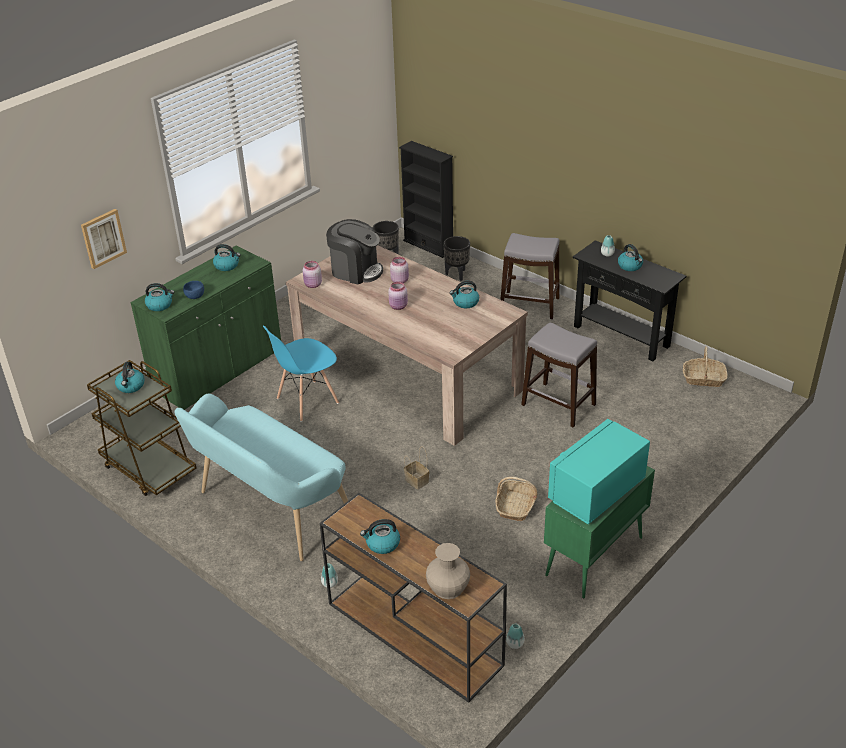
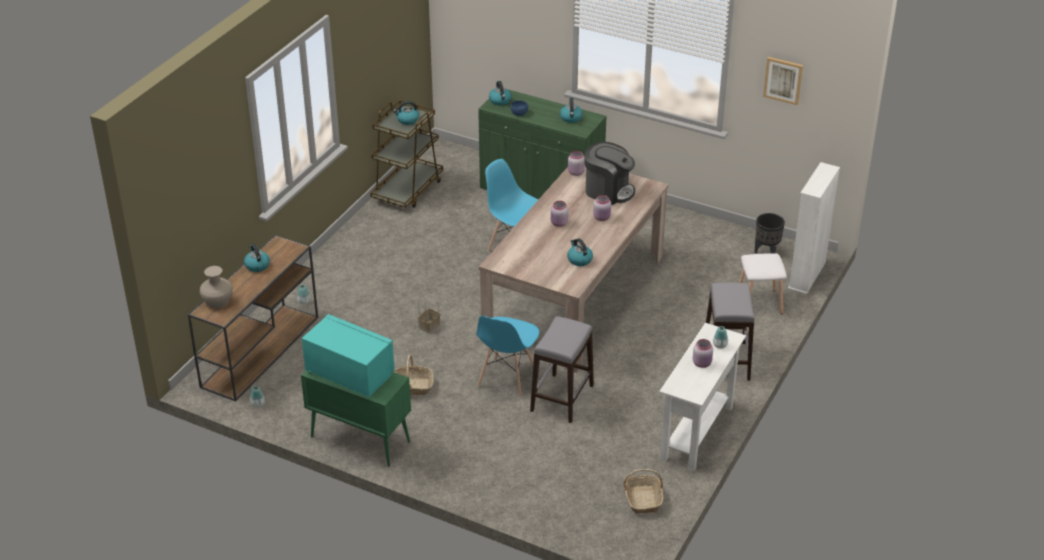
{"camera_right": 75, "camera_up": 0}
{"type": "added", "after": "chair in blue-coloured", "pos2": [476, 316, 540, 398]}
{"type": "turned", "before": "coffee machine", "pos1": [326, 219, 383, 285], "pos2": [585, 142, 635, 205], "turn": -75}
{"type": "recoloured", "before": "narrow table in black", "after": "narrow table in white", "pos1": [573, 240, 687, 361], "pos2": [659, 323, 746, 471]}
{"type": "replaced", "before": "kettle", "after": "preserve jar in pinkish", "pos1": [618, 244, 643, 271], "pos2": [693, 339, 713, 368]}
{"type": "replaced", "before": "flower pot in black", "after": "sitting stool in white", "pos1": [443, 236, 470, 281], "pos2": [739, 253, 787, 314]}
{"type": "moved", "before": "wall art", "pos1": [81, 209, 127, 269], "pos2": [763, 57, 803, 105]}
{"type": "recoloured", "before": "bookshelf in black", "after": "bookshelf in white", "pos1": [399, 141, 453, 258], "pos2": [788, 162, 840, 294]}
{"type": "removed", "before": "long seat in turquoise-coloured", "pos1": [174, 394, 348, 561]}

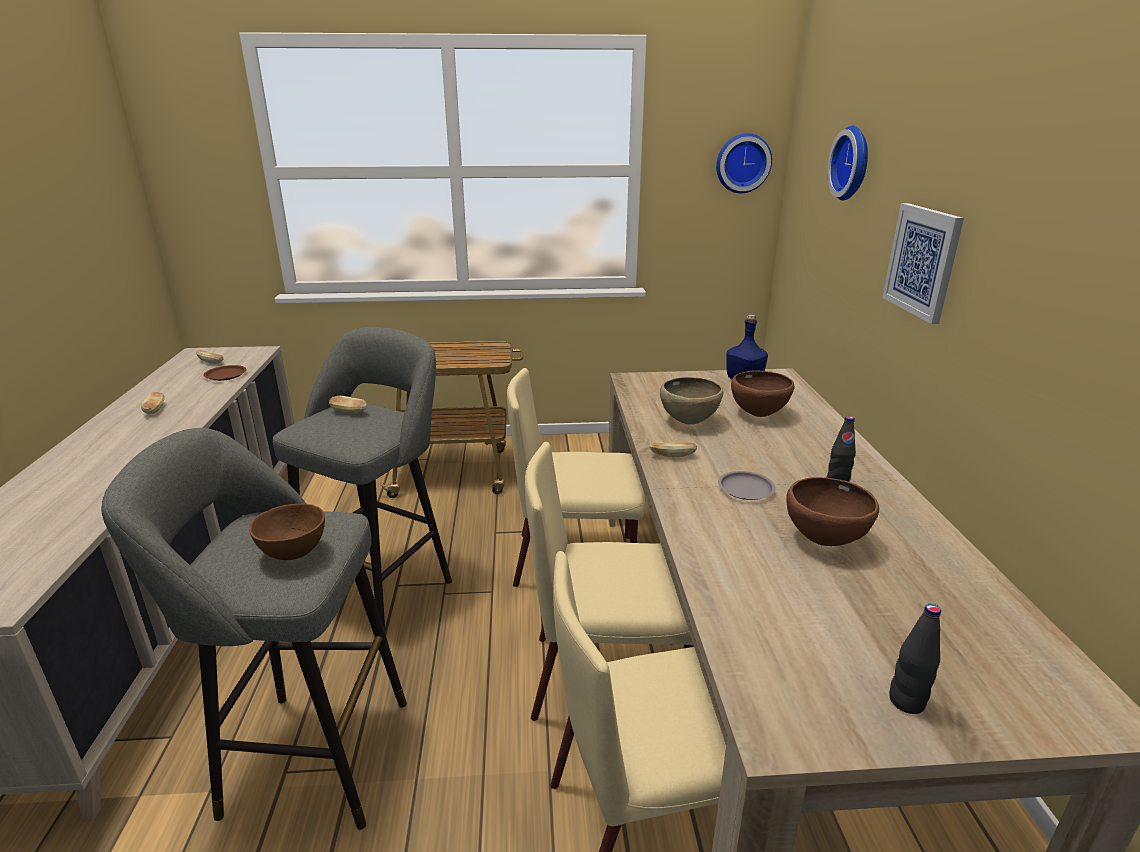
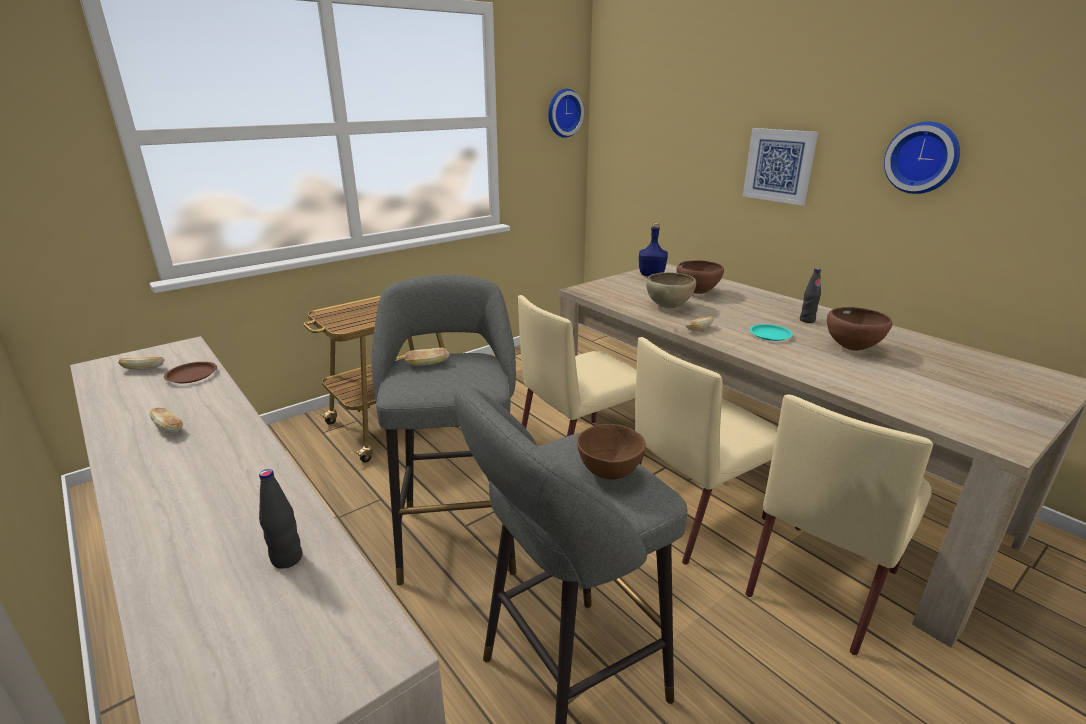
{"camera_right": -35, "camera_up": 0}
{"type": "moved", "before": "bottle in black", "pos1": [889, 604, 941, 714], "pos2": [259, 469, 302, 569]}
{"type": "recoloured", "before": "dinner plate in greyish", "after": "dinner plate in turquoise-coloured", "pos1": [718, 471, 776, 500], "pos2": [750, 324, 793, 341]}
{"type": "moved", "before": "clock on the wall", "pos1": [827, 126, 868, 201], "pos2": [884, 122, 960, 194]}

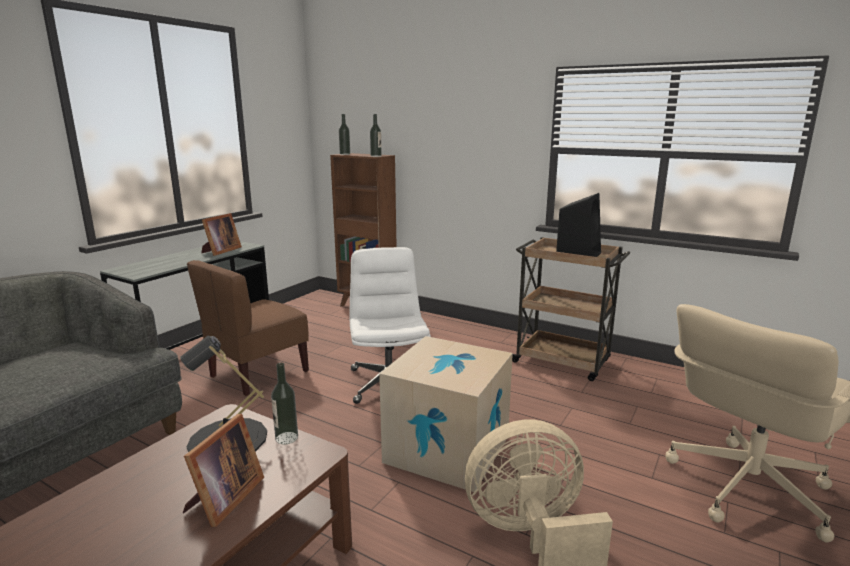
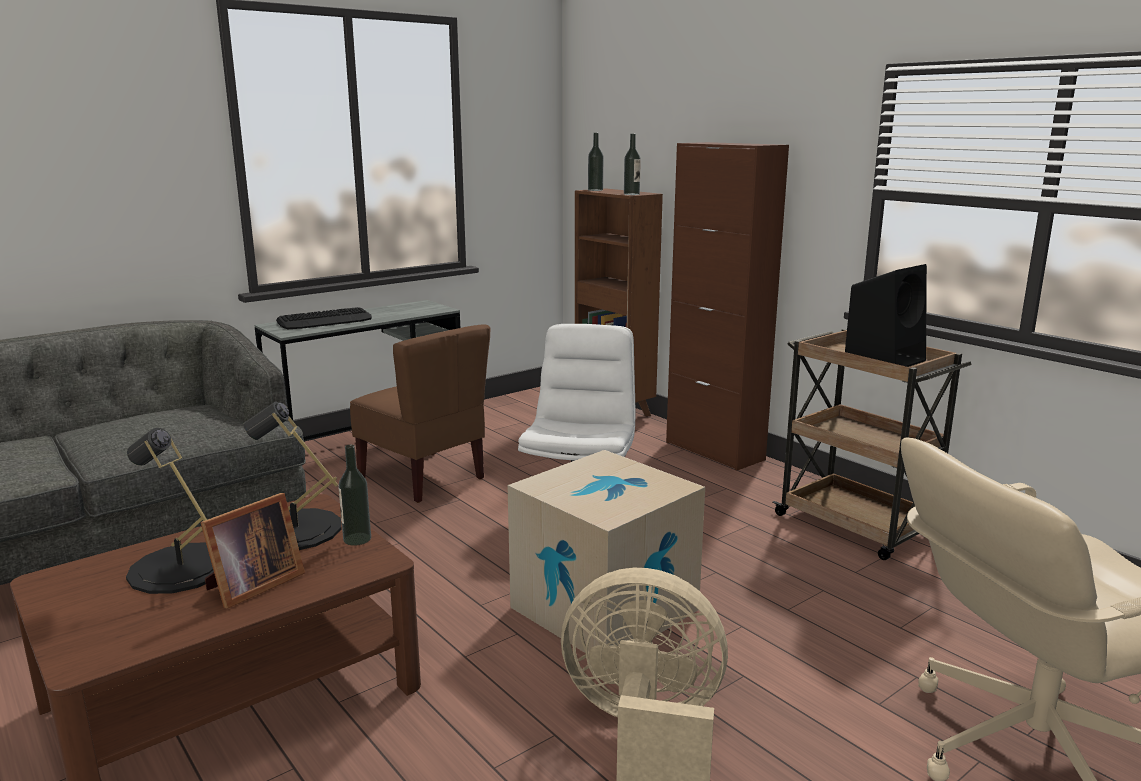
{"camera_right": 20, "camera_up": 0}
{"type": "added", "after": "lamp for a table in black", "pos2": [126, 428, 214, 594]}
{"type": "added", "after": "computer keyboard", "pos2": [276, 307, 372, 329]}
{"type": "turned", "before": "chair in brown", "pos1": [187, 260, 309, 396], "pos2": [350, 324, 491, 503], "turn": -105}
{"type": "added", "after": "cupboard in brown", "pos2": [666, 142, 789, 471]}
{"type": "removed", "before": "photo frame", "pos1": [202, 213, 242, 256]}

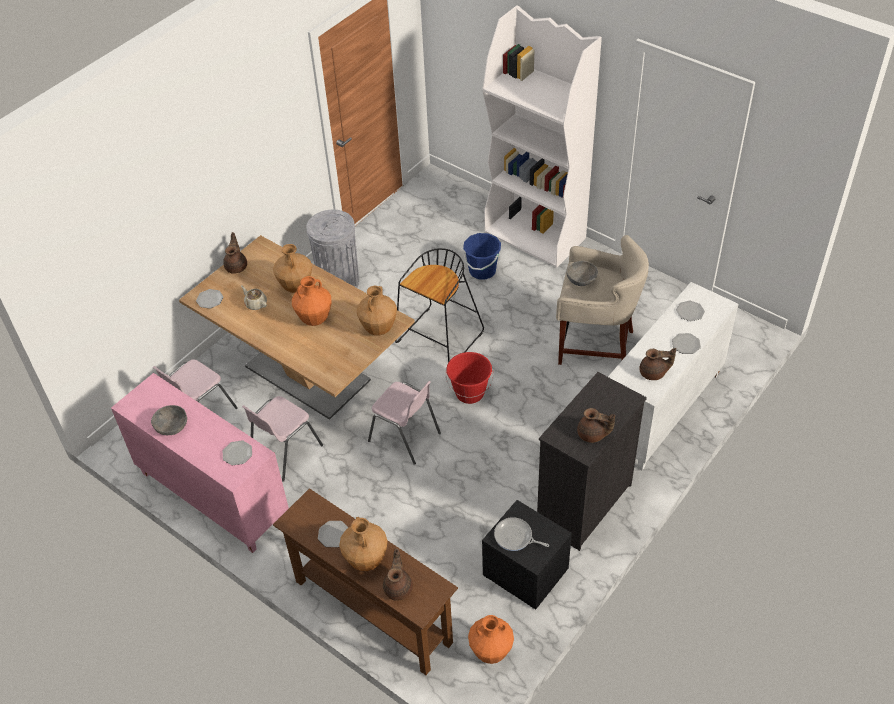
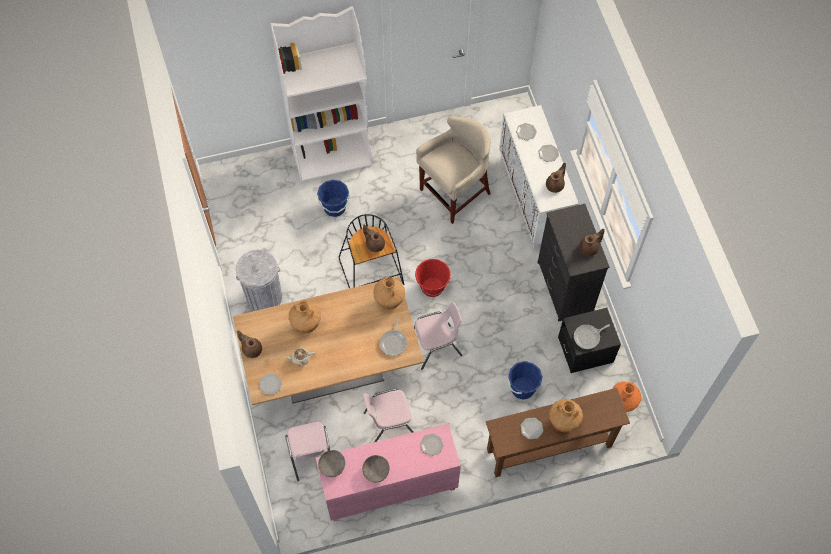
{"camera_right": -55, "camera_up": 15}
{"type": "moved", "before": "serving bowl in greyish", "pos1": [566, 261, 598, 286], "pos2": [318, 450, 345, 477]}
{"type": "moved", "before": "pot for tea in brown", "pos1": [383, 548, 413, 601], "pos2": [363, 225, 385, 252]}
{"type": "turned", "before": "chair in pinkish", "pos1": [242, 396, 323, 482], "pos2": [363, 389, 413, 442], "turn": 90}
{"type": "added", "after": "frying pan", "pos2": [380, 318, 407, 356]}
{"type": "added", "after": "pail in blue-coloured", "pos2": [508, 361, 543, 400]}
{"type": "removed", "before": "vase in orange-coloured", "pos1": [292, 276, 332, 326]}

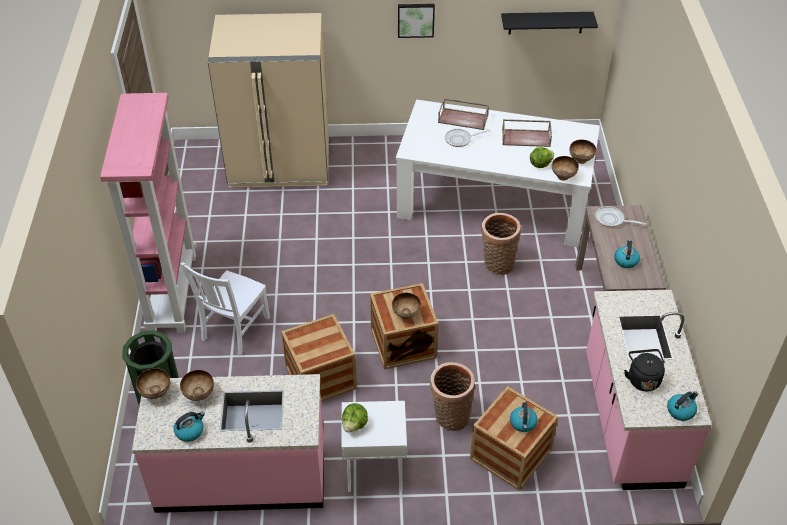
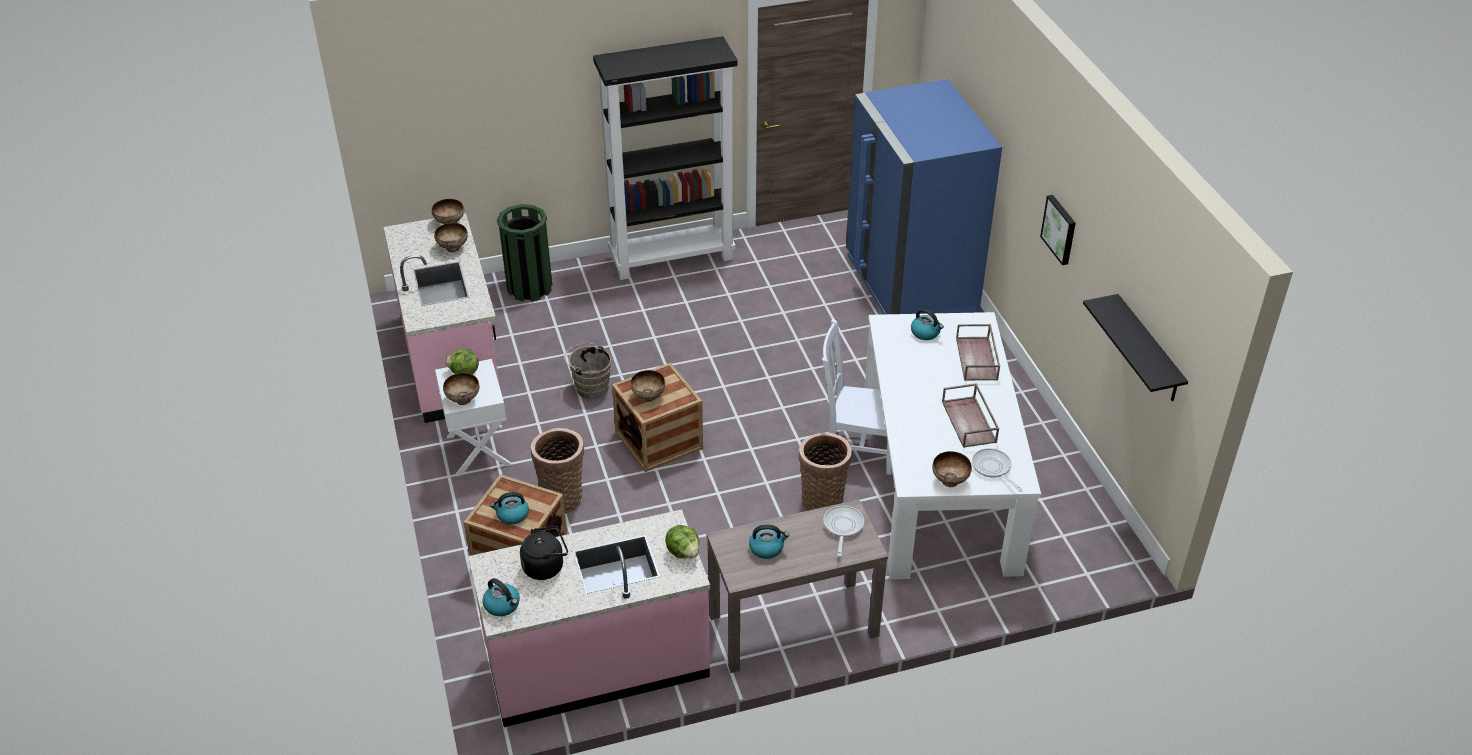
{"camera_right": 75, "camera_up": -5}
{"type": "moved", "before": "serving bowl", "pos1": [552, 156, 579, 181], "pos2": [443, 373, 479, 405]}
{"type": "replaced", "before": "packing crate", "after": "pail in brown", "pos1": [281, 314, 357, 401], "pos2": [564, 343, 611, 399]}
{"type": "recoloured", "before": "bookshelf in pinkish", "after": "bookshelf in black", "pos1": [100, 93, 196, 333], "pos2": [593, 36, 738, 280]}
{"type": "moved", "before": "lettuce", "pos1": [530, 147, 554, 168], "pos2": [665, 525, 699, 559]}
{"type": "moved", "before": "chair in white", "pos1": [180, 262, 270, 356], "pos2": [822, 319, 892, 475]}
{"type": "recoloured", "before": "fridge in beige-coloured", "after": "fridge in blue-coloured", "pos1": [208, 13, 329, 188], "pos2": [846, 79, 1002, 314]}
{"type": "moved", "before": "kettle", "pos1": [174, 411, 205, 442], "pos2": [911, 309, 944, 340]}
{"type": "moved", "before": "frying pan", "pos1": [445, 129, 490, 147], "pos2": [972, 448, 1023, 492]}

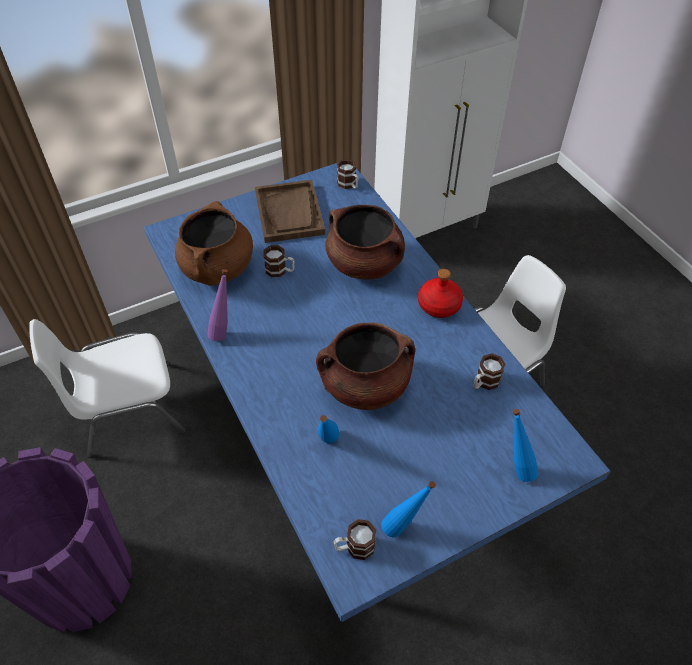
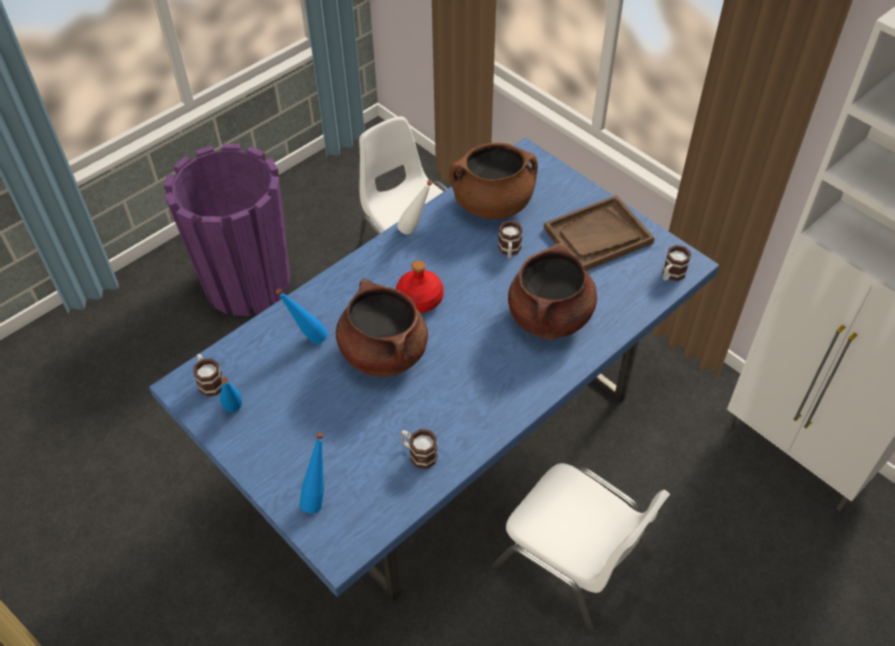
{"camera_right": 75, "camera_up": 0}
{"type": "moved", "before": "bottle in red-coloured", "pos1": [418, 269, 463, 318], "pos2": [396, 260, 444, 313]}
{"type": "recoloured", "before": "bottle in purple", "after": "bottle in white", "pos1": [207, 269, 228, 341], "pos2": [397, 180, 433, 234]}

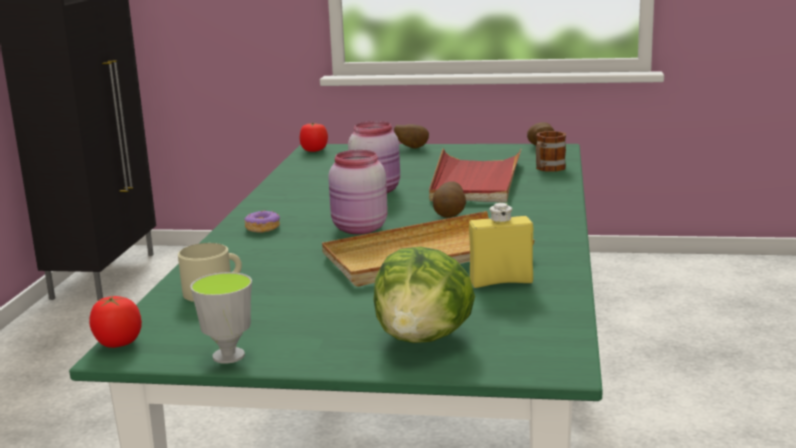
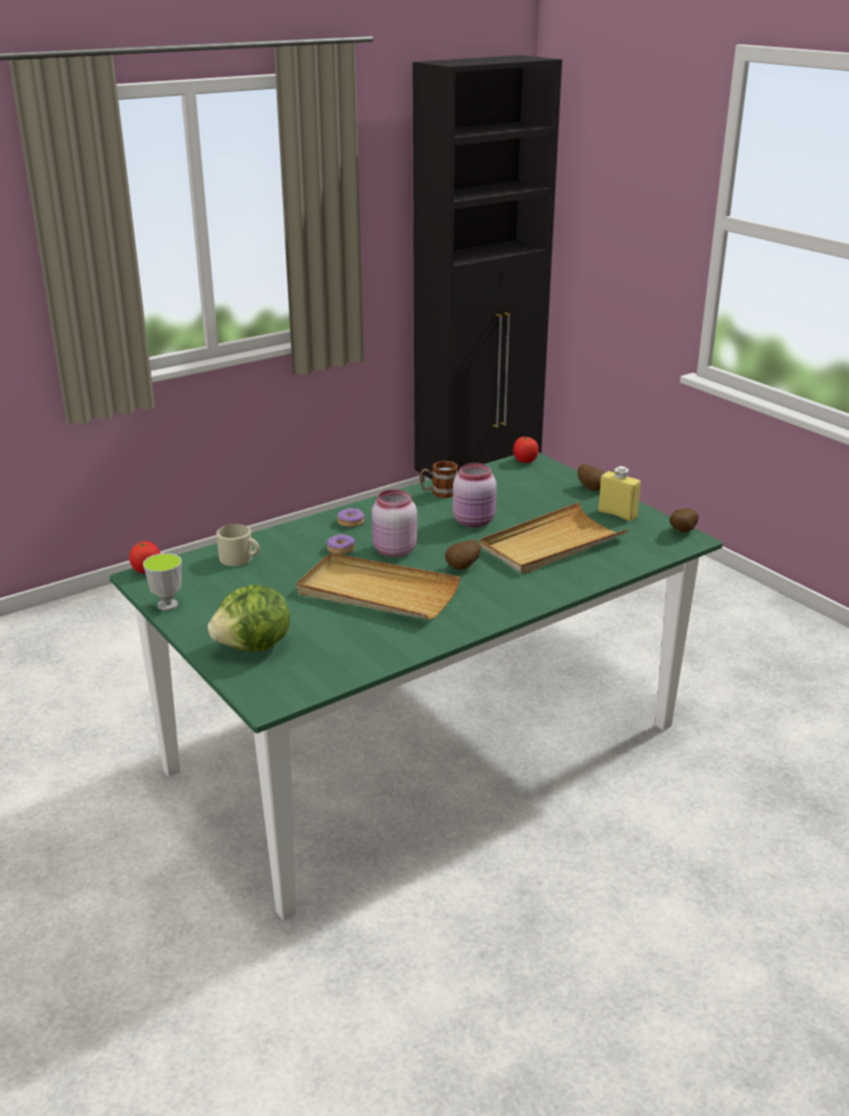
{"camera_right": 45, "camera_up": 10}
{"type": "added", "after": "ring doughnut", "pos2": [327, 534, 355, 555]}
{"type": "moved", "before": "mug", "pos1": [536, 131, 566, 172], "pos2": [420, 461, 458, 498]}
{"type": "recoloured", "before": "tray in red-coloured", "after": "tray in beige-coloured", "pos1": [429, 148, 521, 202], "pos2": [480, 502, 629, 574]}
{"type": "moved", "before": "bottle in yellow", "pos1": [469, 203, 533, 288], "pos2": [598, 466, 641, 522]}

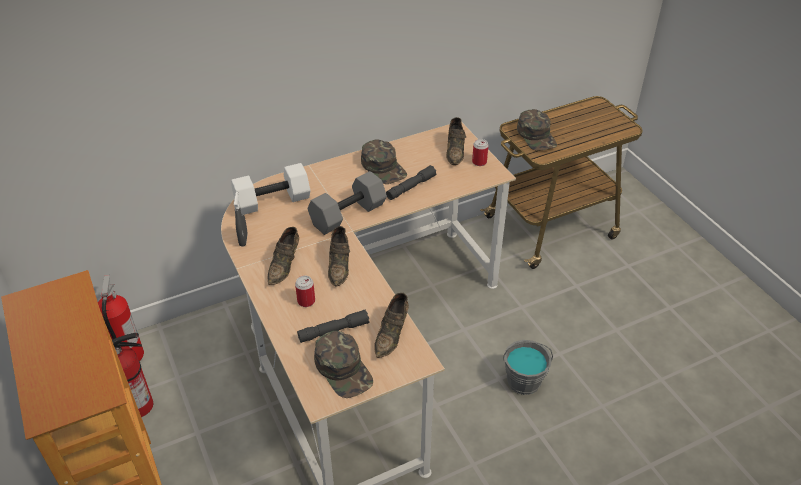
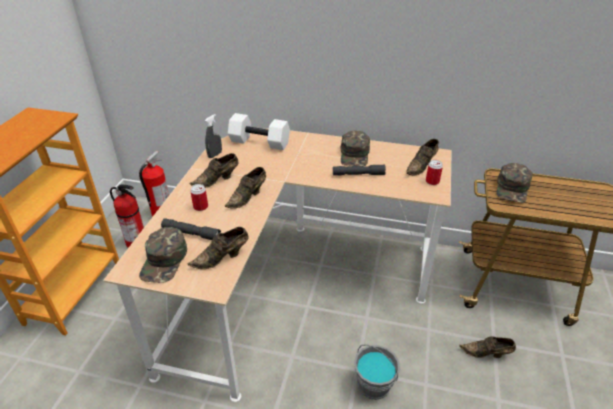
{"camera_right": 40, "camera_up": -5}
{"type": "added", "after": "low shoe in brown", "pos2": [459, 336, 516, 358]}
{"type": "removed", "before": "dumbbell in greyish", "pos1": [307, 171, 387, 235]}

